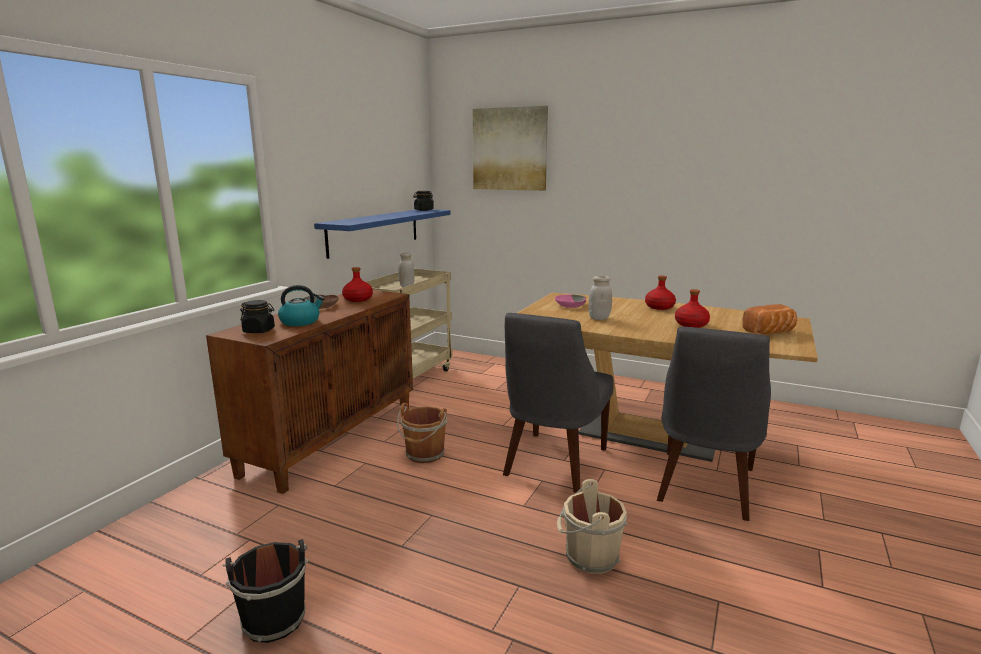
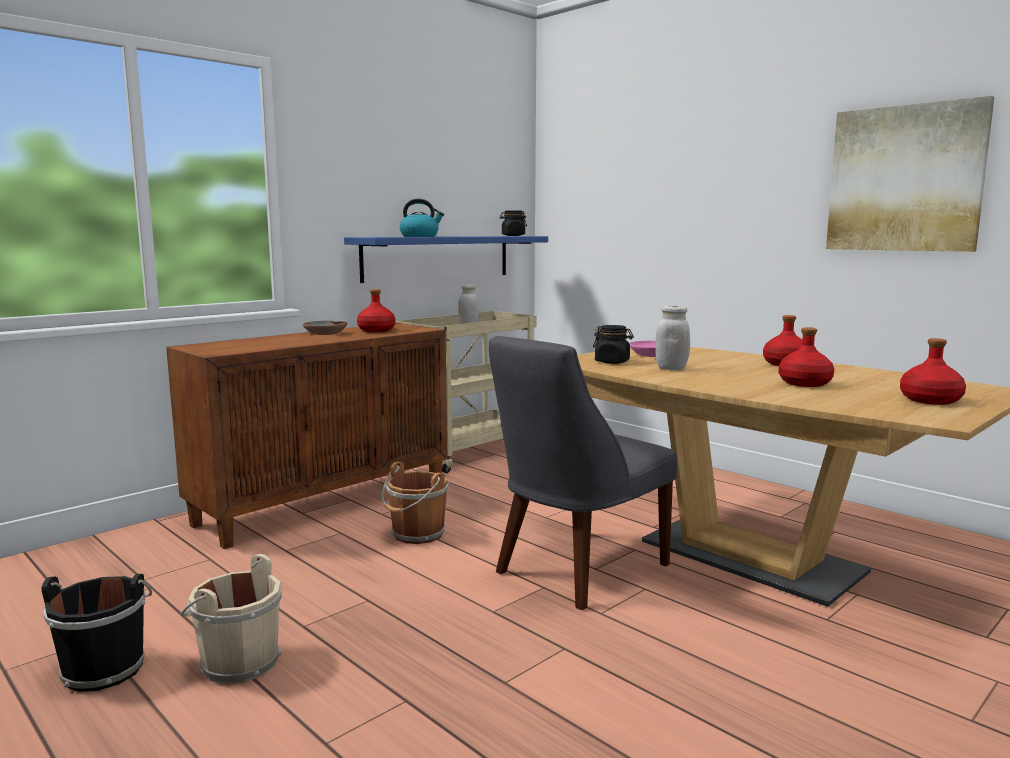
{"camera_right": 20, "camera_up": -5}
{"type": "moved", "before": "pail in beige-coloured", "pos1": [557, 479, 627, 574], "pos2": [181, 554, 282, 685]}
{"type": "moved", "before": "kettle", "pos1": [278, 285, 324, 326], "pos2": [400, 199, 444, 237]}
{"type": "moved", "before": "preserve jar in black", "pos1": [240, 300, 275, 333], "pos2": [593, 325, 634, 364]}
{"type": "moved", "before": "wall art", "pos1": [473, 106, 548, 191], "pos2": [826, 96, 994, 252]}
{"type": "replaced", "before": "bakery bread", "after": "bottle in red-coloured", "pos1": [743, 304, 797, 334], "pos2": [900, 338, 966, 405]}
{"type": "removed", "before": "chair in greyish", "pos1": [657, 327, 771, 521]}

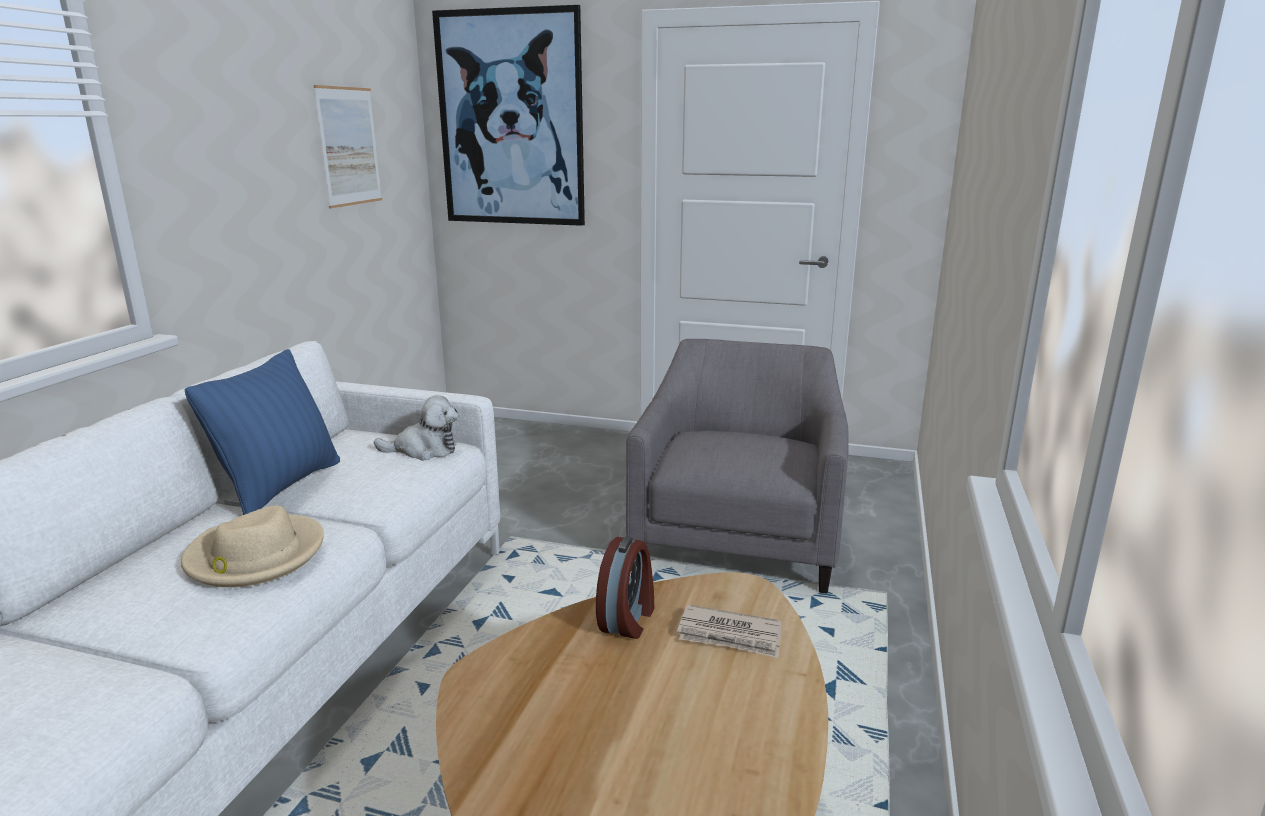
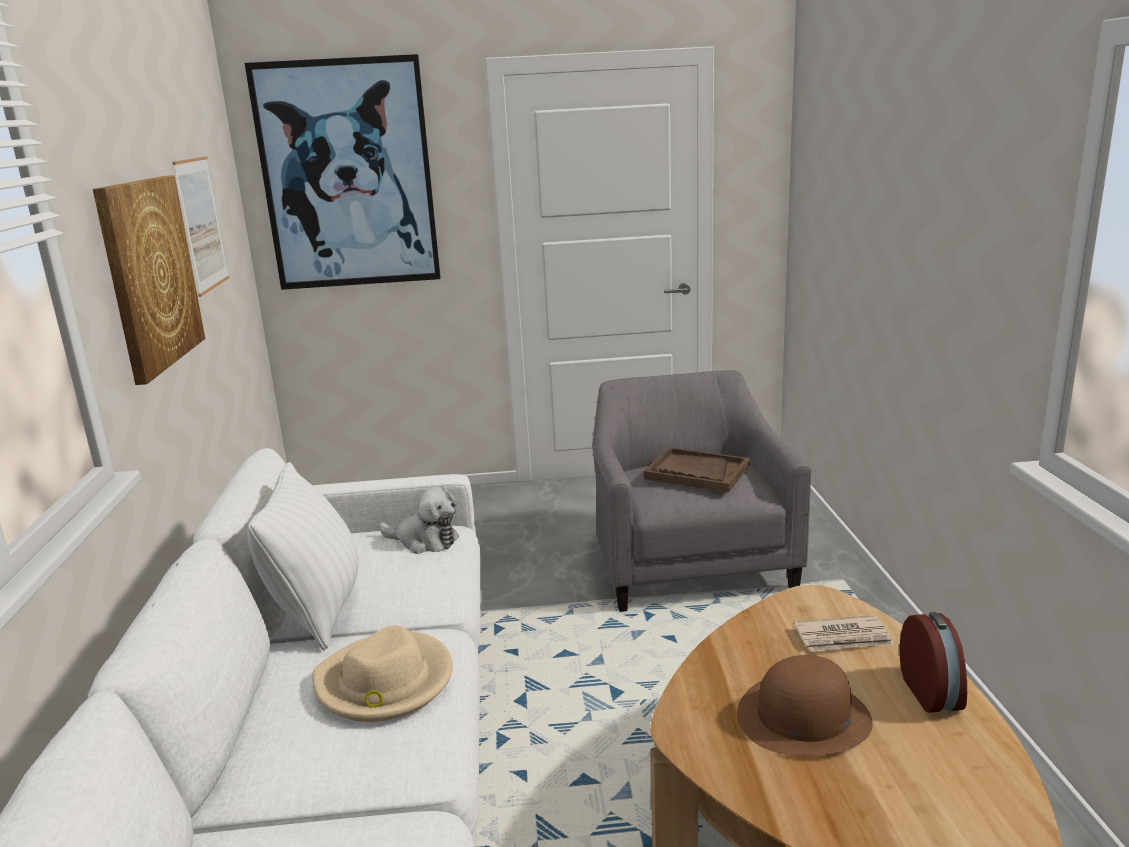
{"camera_right": -20, "camera_up": 0}
{"type": "added", "after": "wall art", "pos2": [93, 175, 205, 385]}
{"type": "recoloured", "before": "cushion in blue-coloured", "after": "cushion in white", "pos1": [184, 349, 340, 515], "pos2": [247, 462, 359, 650]}
{"type": "turned", "before": "plush toy", "pos1": [374, 395, 458, 461], "pos2": [379, 486, 459, 554], "turn": 45}
{"type": "added", "after": "tray in brown", "pos2": [644, 447, 750, 492]}
{"type": "added", "after": "wearable hat in brown", "pos2": [737, 655, 873, 756]}
{"type": "moved", "before": "bedside clock", "pos1": [596, 536, 654, 639], "pos2": [900, 612, 967, 713]}

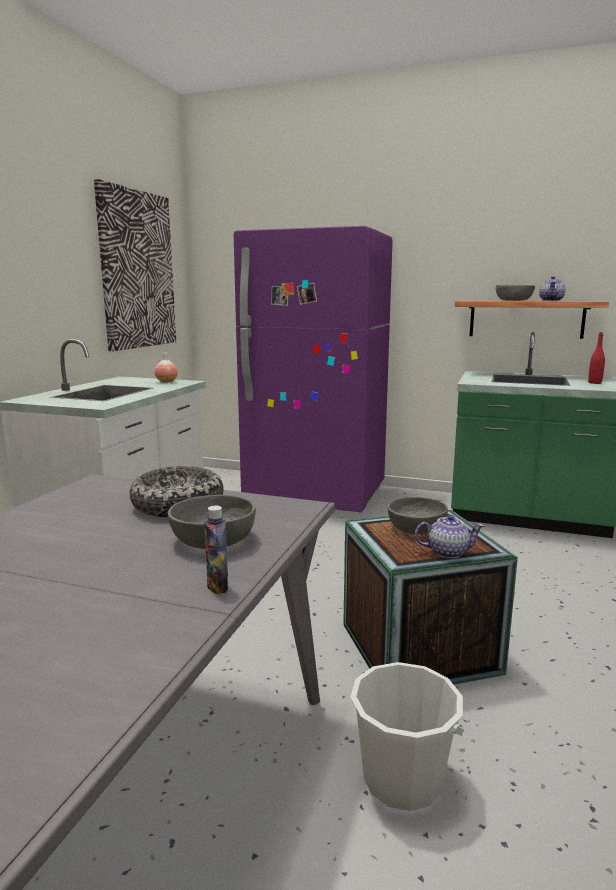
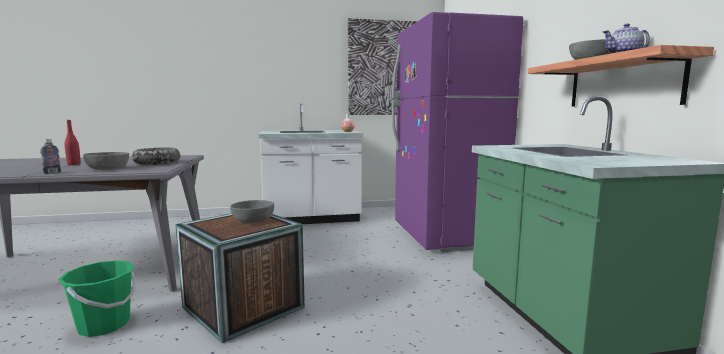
{"camera_right": 60, "camera_up": -5}
{"type": "recoloured", "before": "pail in white", "after": "pail in green-coloured", "pos1": [351, 662, 464, 811], "pos2": [58, 260, 135, 337]}
{"type": "moved", "before": "bottle in red-coloured", "pos1": [588, 332, 605, 384], "pos2": [65, 120, 81, 165]}
{"type": "removed", "before": "pot for tea", "pos1": [415, 515, 484, 558]}

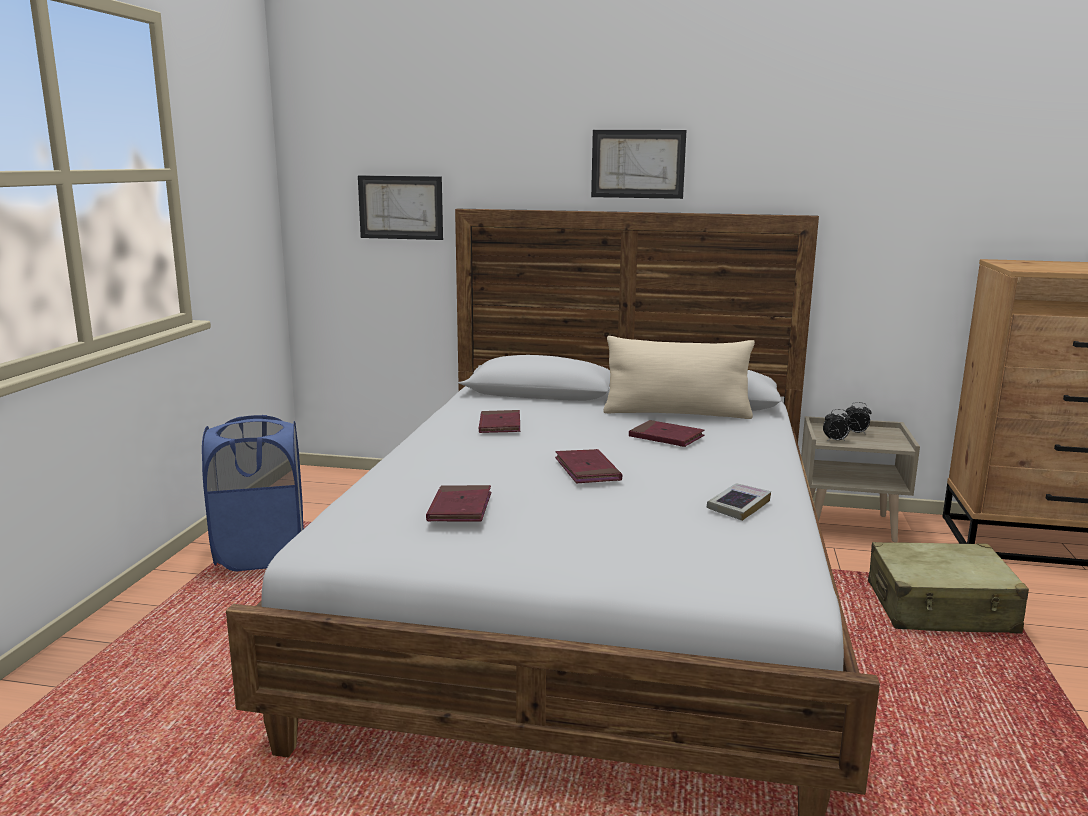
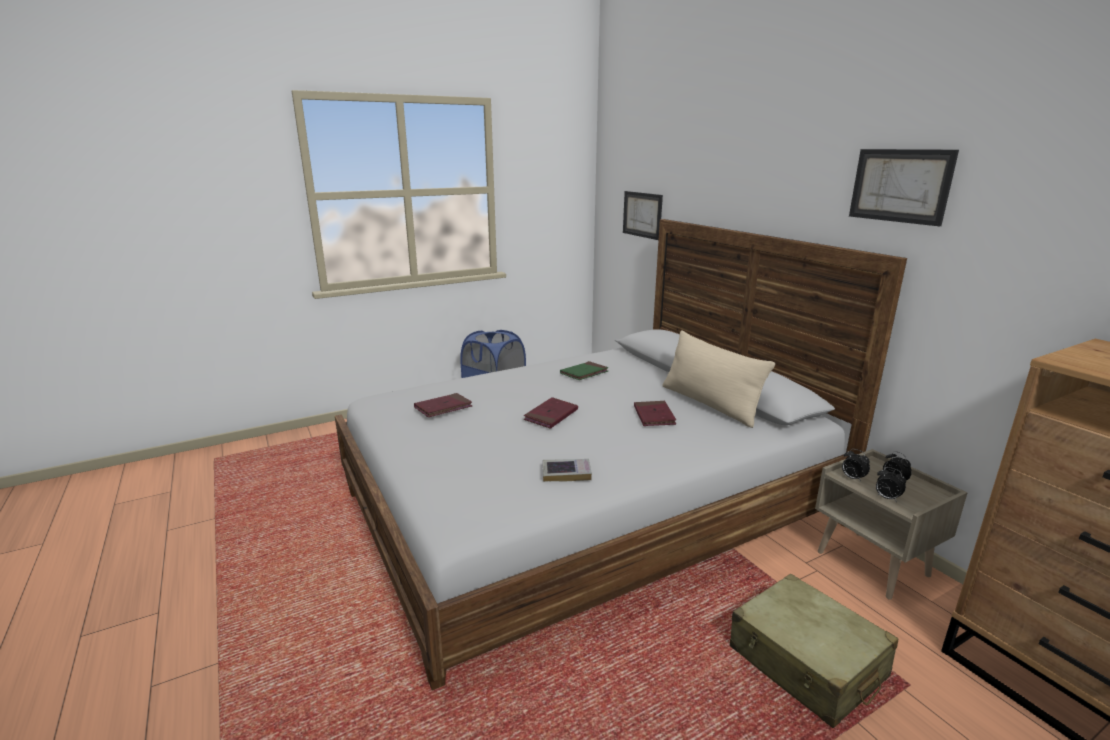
{"camera_right": 50, "camera_up": 5}
{"type": "recoloured", "before": "bound book in red-coloured", "after": "bound book in green-coloured", "pos1": [479, 410, 520, 433], "pos2": [560, 361, 609, 380]}
{"type": "moved", "before": "wall art", "pos1": [591, 130, 686, 199], "pos2": [849, 149, 959, 226]}
{"type": "added", "after": "bedside clock", "pos2": [876, 467, 906, 502]}

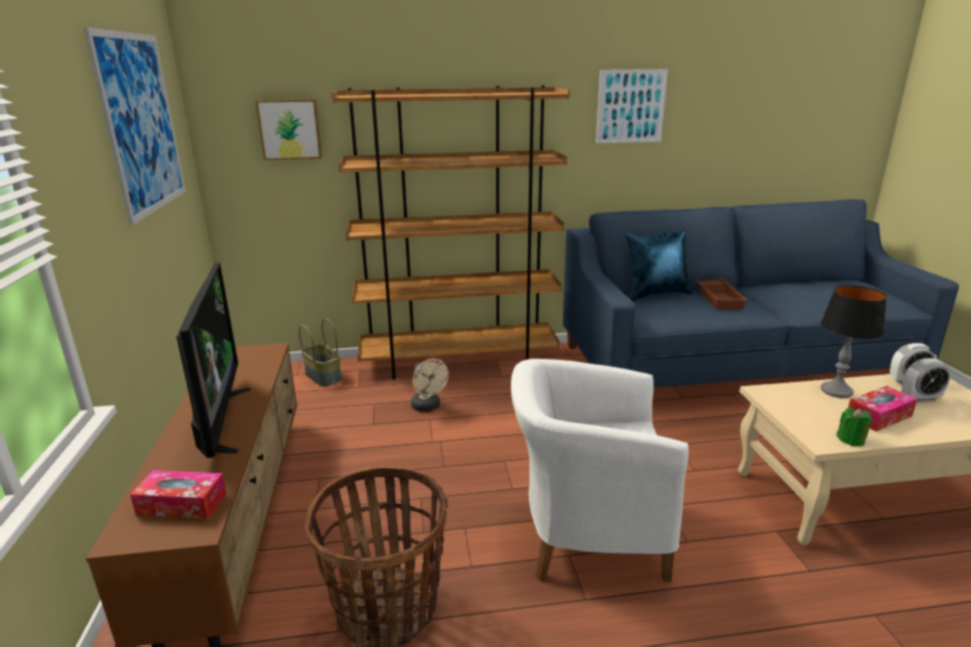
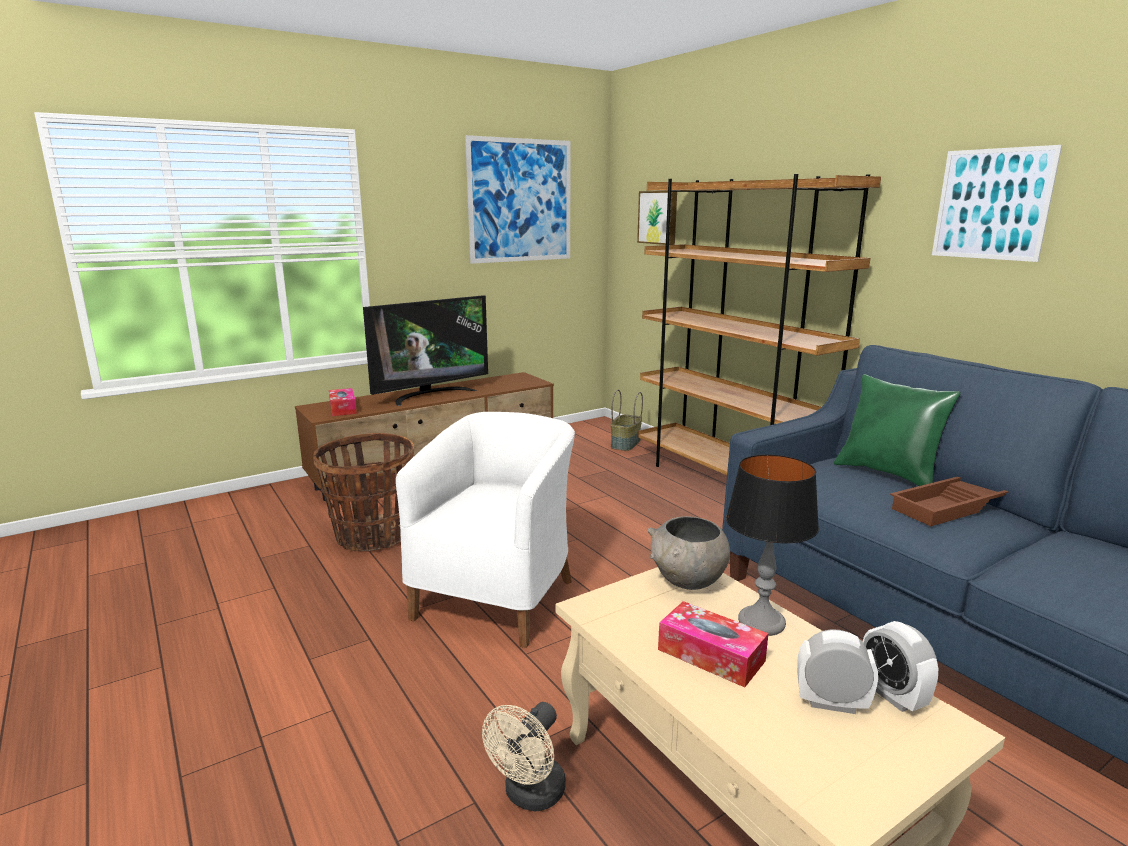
{"camera_right": 65, "camera_up": -5}
{"type": "turned", "before": "lounge chair in white", "pos1": [511, 359, 689, 582], "pos2": [396, 412, 575, 648], "turn": 45}
{"type": "moved", "before": "cooling fan in beige-coloured", "pos1": [411, 359, 449, 412], "pos2": [482, 702, 566, 811]}
{"type": "added", "after": "serving bowl in greyish", "pos2": [647, 516, 730, 590]}
{"type": "turned", "before": "bedside clock", "pos1": [902, 358, 951, 402], "pos2": [797, 630, 878, 714], "turn": 135}
{"type": "recoloured", "before": "cushion in blue-coloured", "after": "cushion in green-coloured", "pos1": [626, 229, 693, 301], "pos2": [834, 374, 961, 486]}
{"type": "removed", "before": "candle in green-coloured", "pos1": [836, 408, 872, 446]}

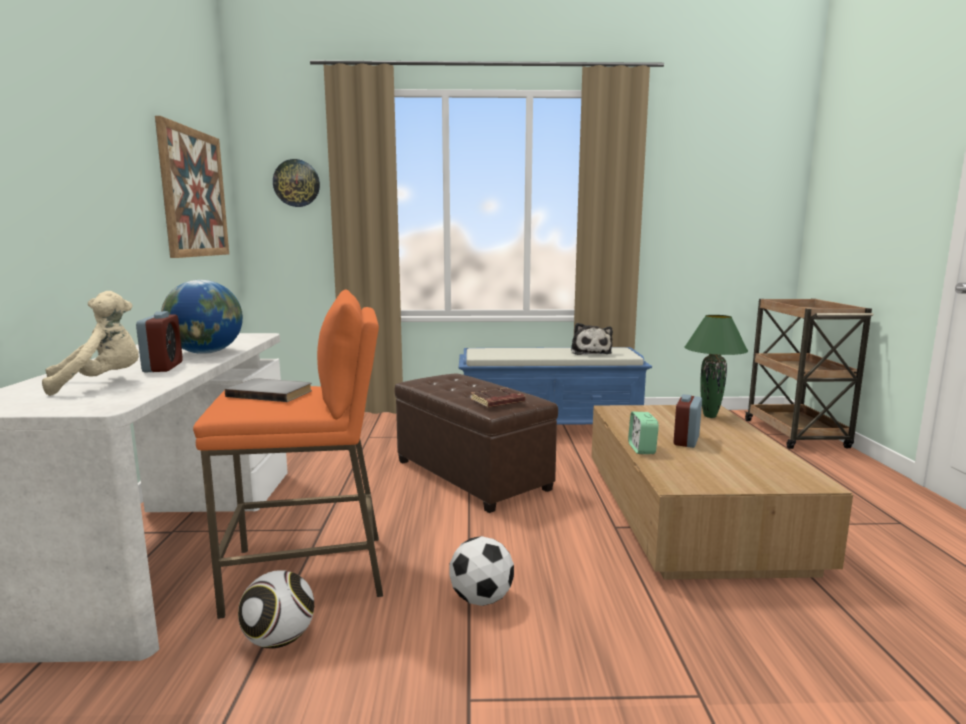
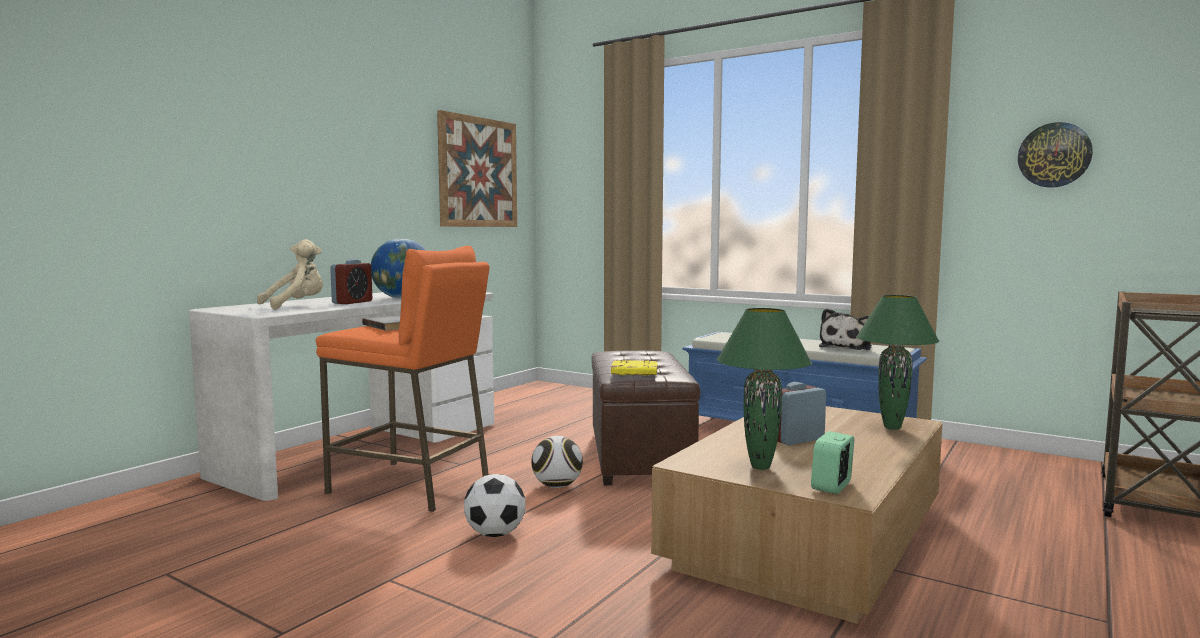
{"camera_right": 35, "camera_up": -5}
{"type": "turned", "before": "plush toy in beige-coloured", "pos1": [42, 291, 139, 396], "pos2": [257, 239, 323, 310], "turn": -45}
{"type": "moved", "before": "football ball", "pos1": [238, 570, 314, 649], "pos2": [531, 436, 583, 488]}
{"type": "recoloured", "before": "bound book in brown", "after": "bound book in yellow", "pos1": [471, 387, 525, 408], "pos2": [611, 360, 658, 376]}
{"type": "added", "after": "lamp for a table in green-coloured", "pos2": [717, 308, 812, 470]}
{"type": "moved", "before": "bedside clock", "pos1": [628, 412, 659, 454], "pos2": [811, 431, 854, 494]}
{"type": "moved", "before": "clock on the wall", "pos1": [273, 159, 320, 207], "pos2": [1018, 122, 1093, 188]}

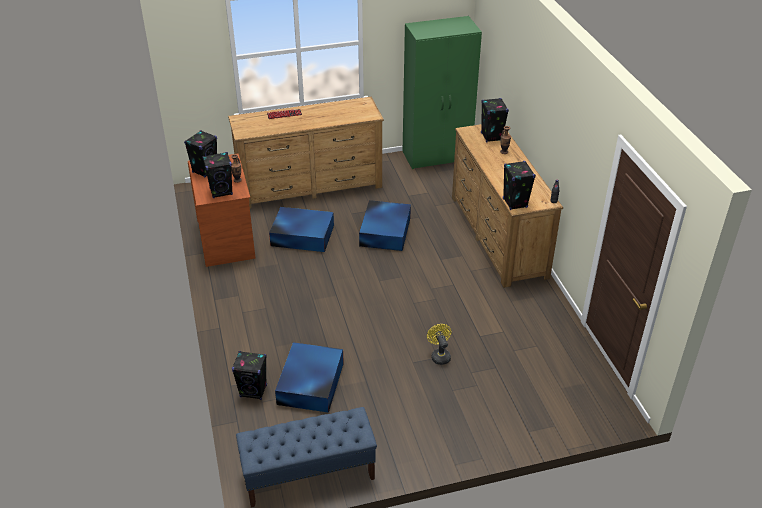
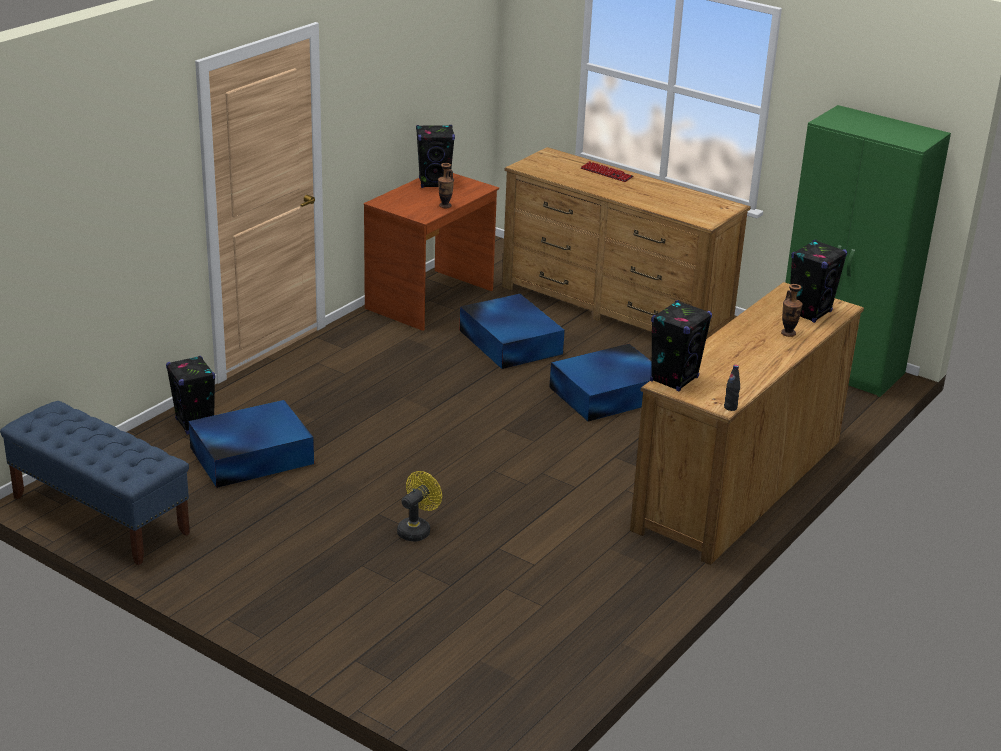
{"camera_right": 50, "camera_up": -10}
{"type": "removed", "before": "loudspeaker in black", "pos1": [202, 152, 233, 198]}

